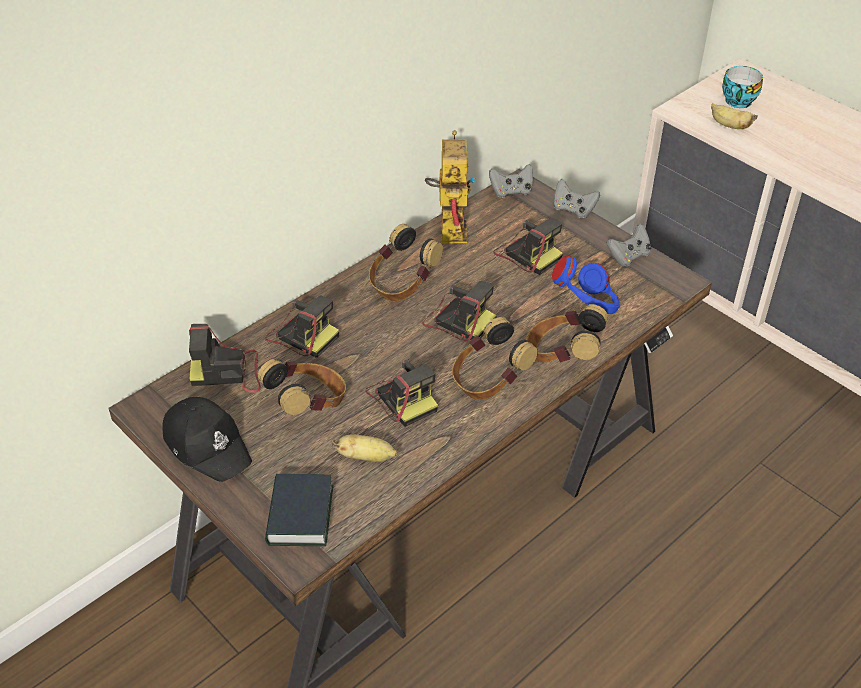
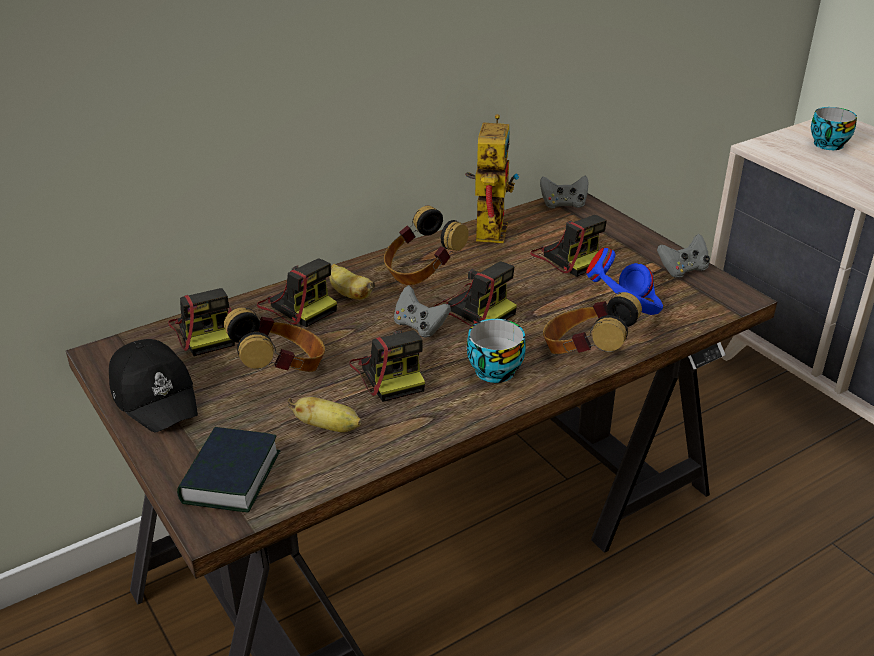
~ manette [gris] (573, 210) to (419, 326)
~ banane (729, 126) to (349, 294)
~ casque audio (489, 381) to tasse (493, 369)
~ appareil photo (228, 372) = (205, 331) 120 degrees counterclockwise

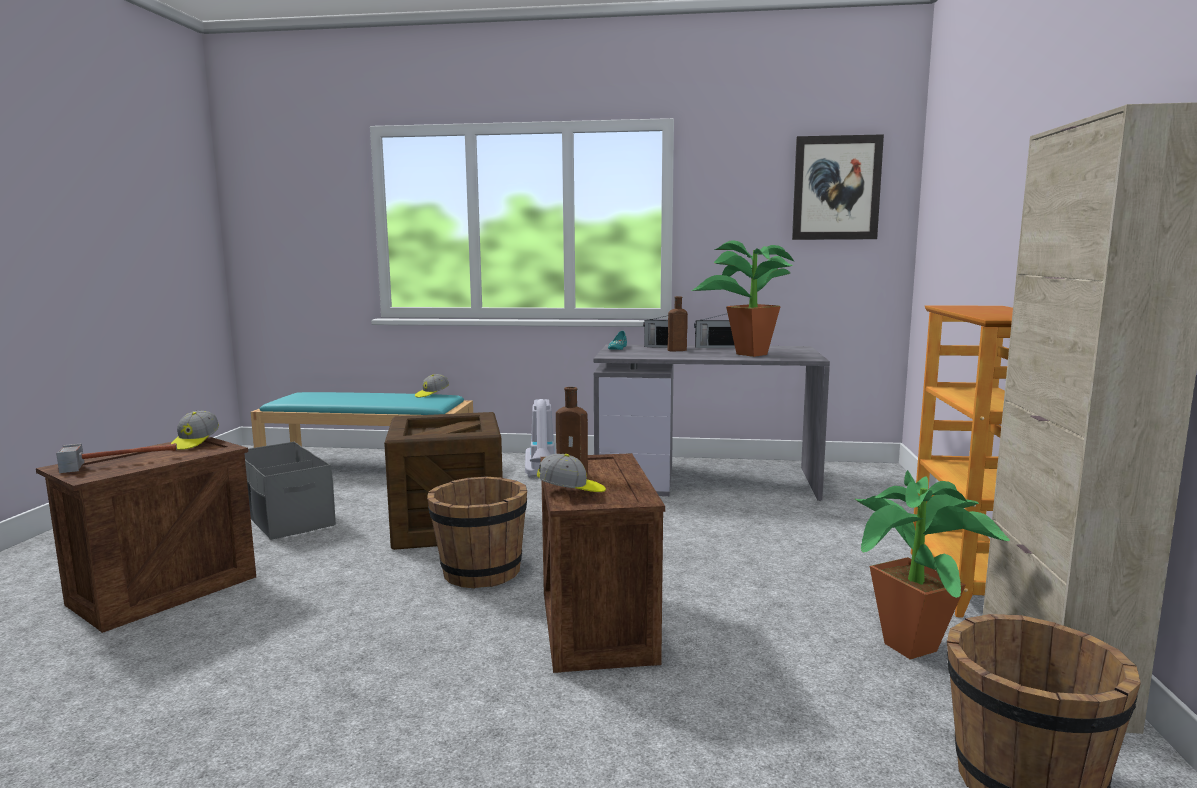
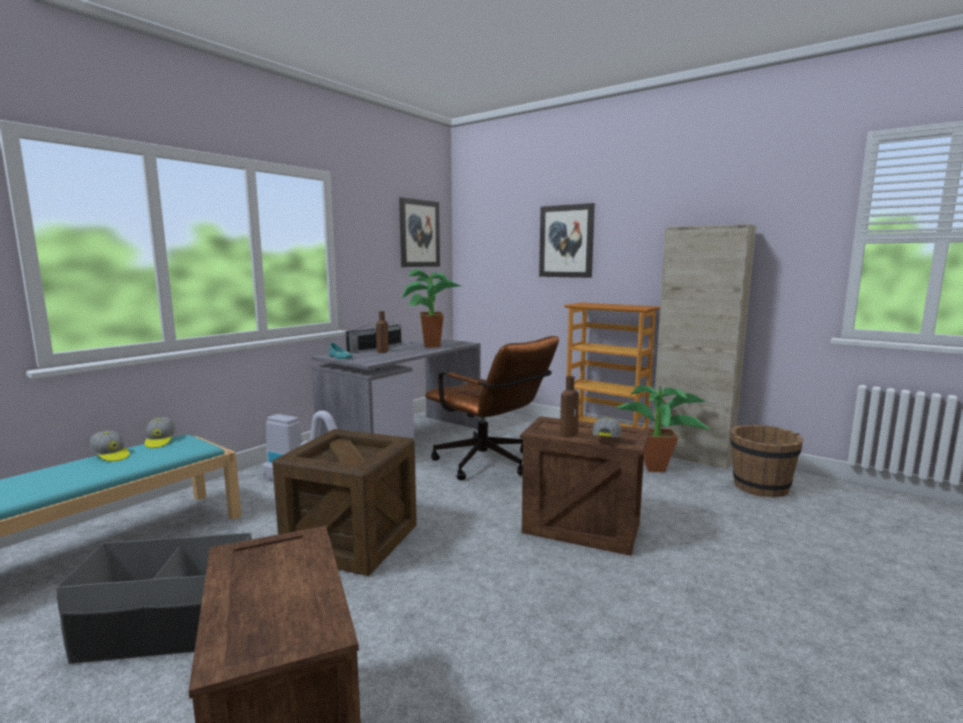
- marteau (122, 461)
- seau [marron] (480, 572)
+ chaise de bureau [marron] (490, 465)
+ tableau (566, 241)
~ casquette (195, 442) to (111, 455)

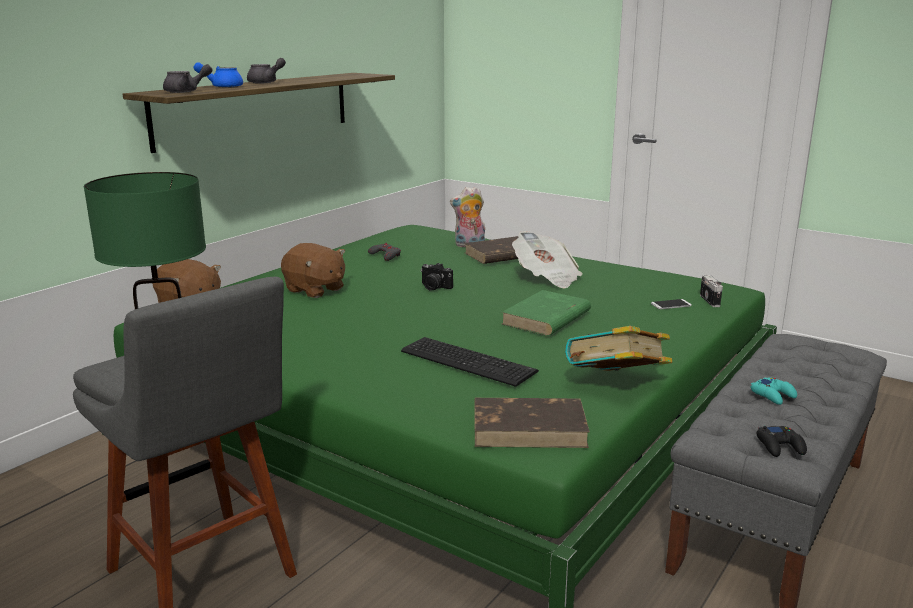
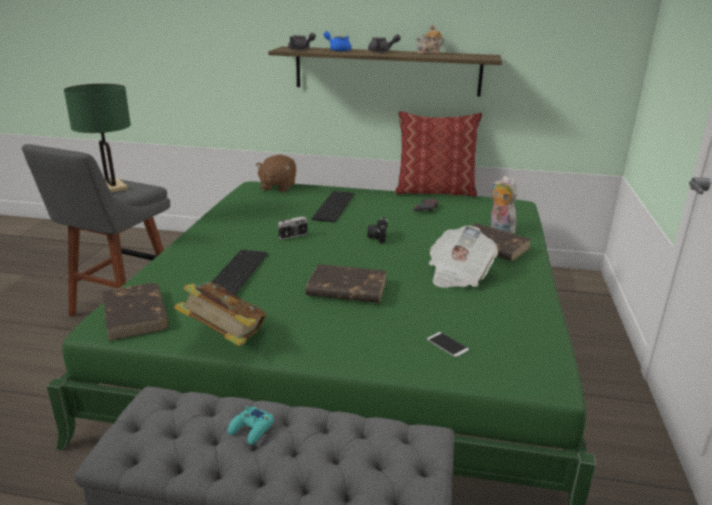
- manette [noir] (780, 446)
+ coussin (435, 191)
+ théière (429, 53)
~ appareil photo (711, 301) to (293, 236)
~ peluche [marron] (315, 290) to clavier (335, 206)
~ livre [vert] (546, 318) to livre [marron] (346, 288)

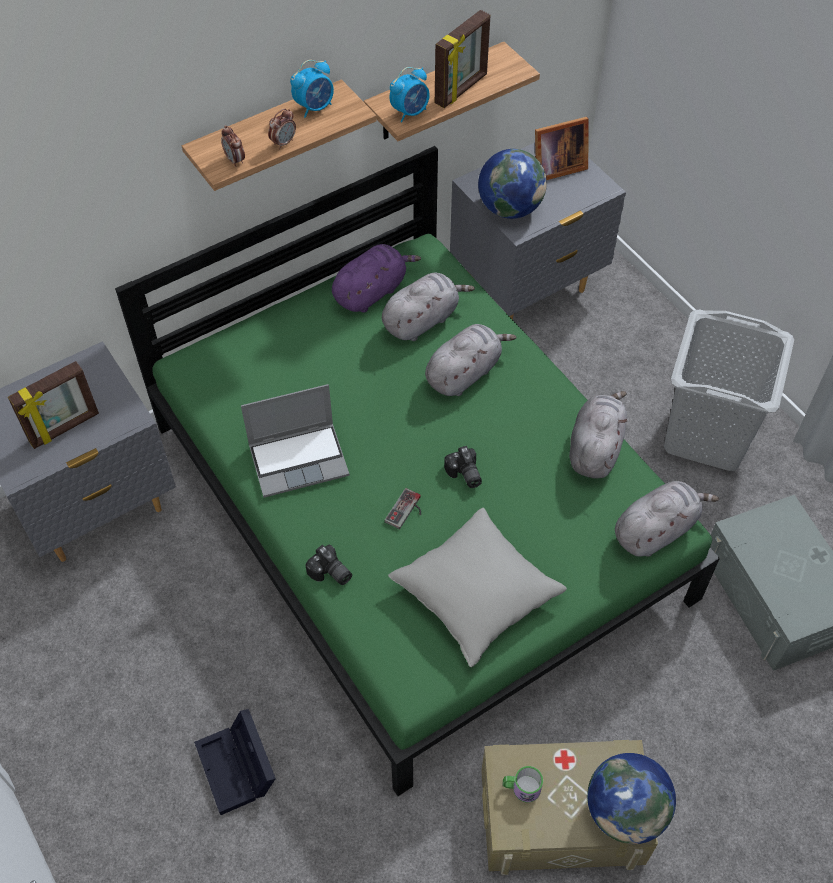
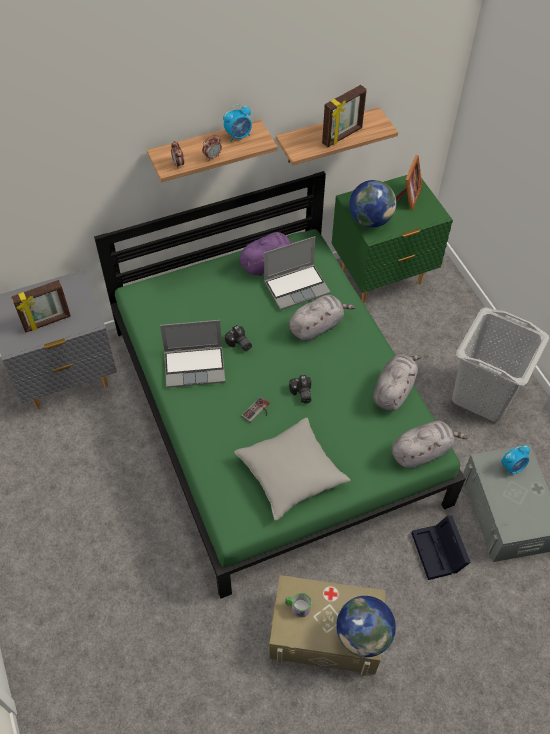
~ boîte de rangement [noir] (238, 769) to (439, 553)
~ appareil photo (330, 574) to (239, 344)
~ réveil (410, 112) to (512, 467)
~ peluche [gris] (422, 320) to ordinateur portable (297, 287)
~ table de chevet [gris] (527, 289) to table de chevet [vert] (382, 276)
~ cadre photo (555, 168) = (407, 197) 60 degrees counterclockwise

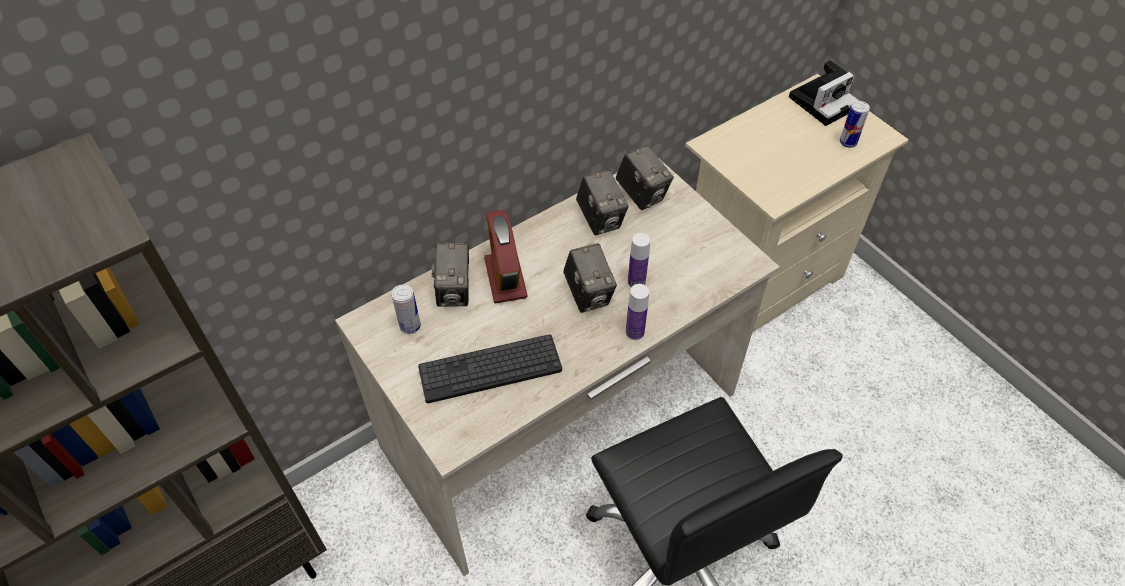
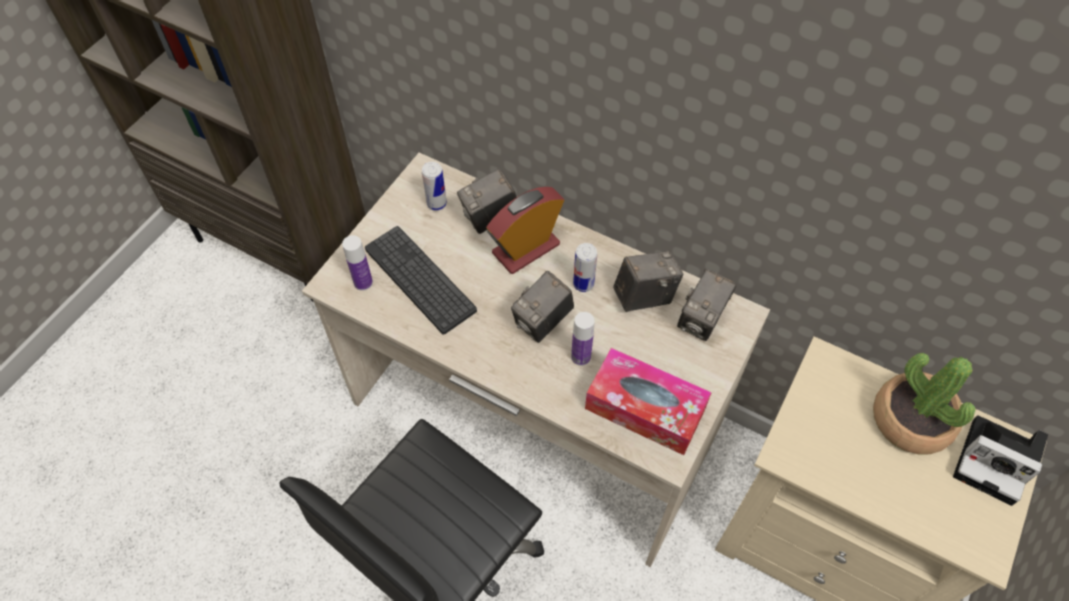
+ boîte à mouchoirs (645, 408)
+ plante en pot (910, 420)
~ bouteille (634, 332) to (363, 282)
~ boîte métallique (848, 142) to (583, 284)
~ appareil photo (600, 219) = (644, 296) 150 degrees counterclockwise

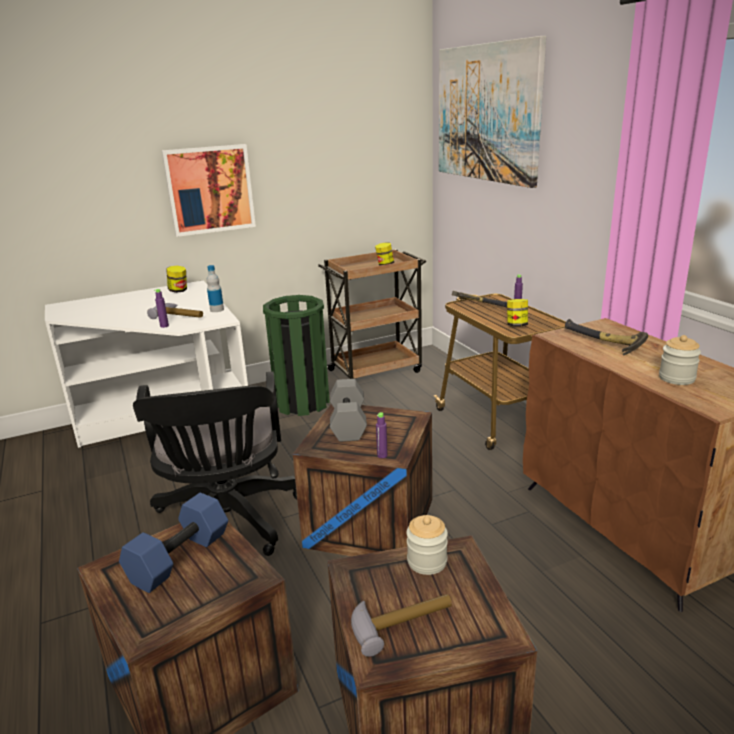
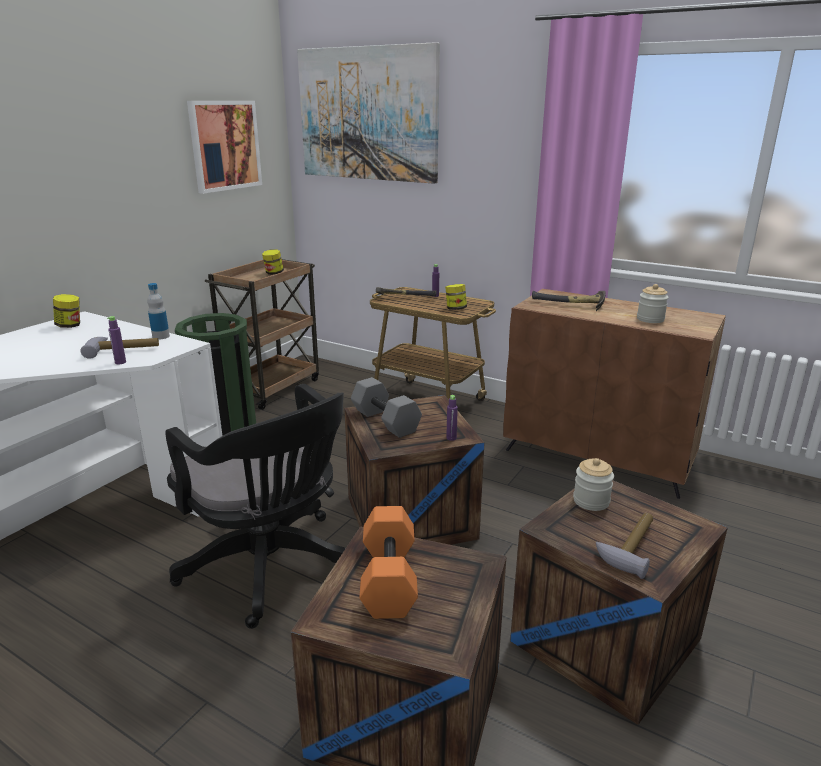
~ tableau (210, 189) to (225, 145)
~ haltère [bleu] (179, 556) to haltère [orange] (387, 578)

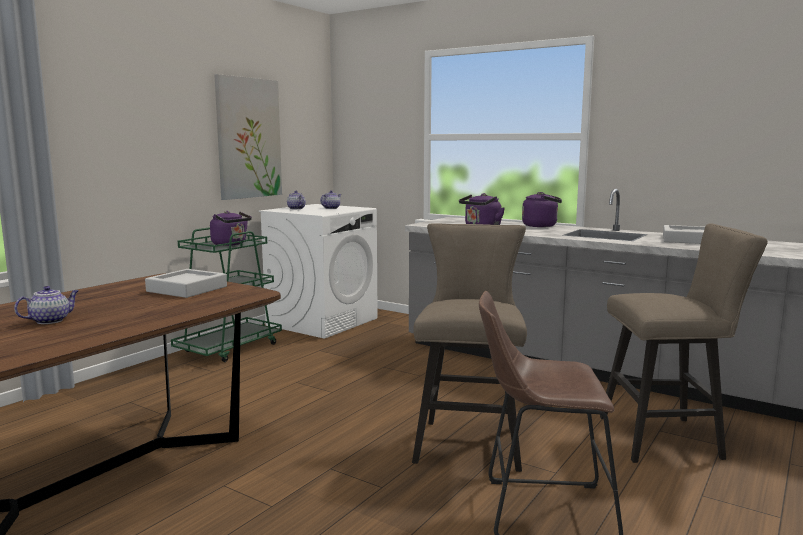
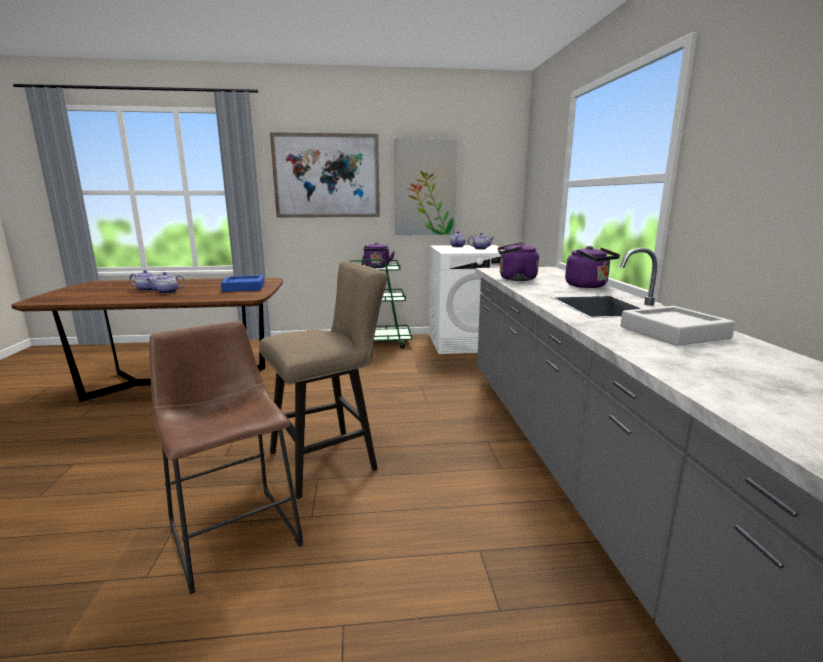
- tabouret [beige] (668, 438)
+ théière (167, 292)
+ tableau (326, 176)
~ plateau [gris] (187, 289) to plateau [bleu] (244, 287)

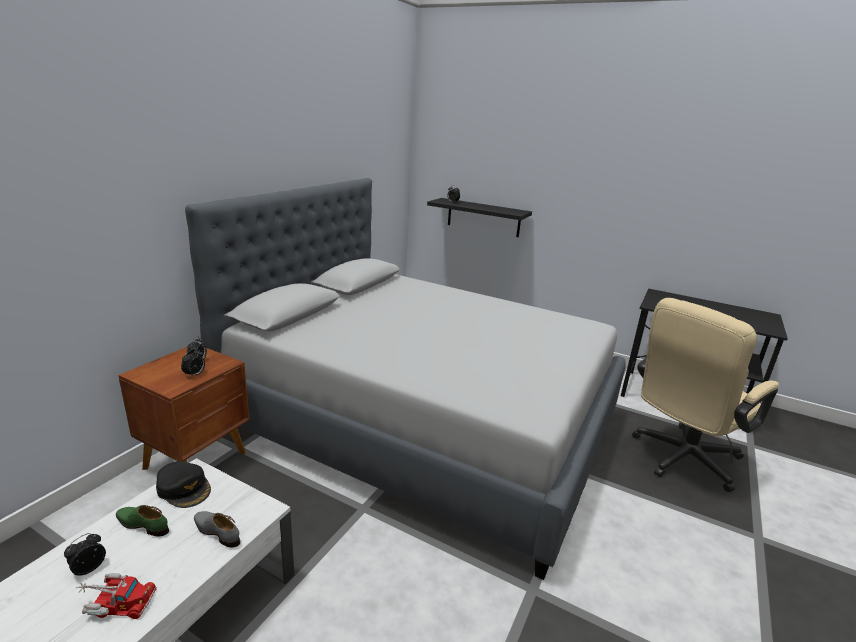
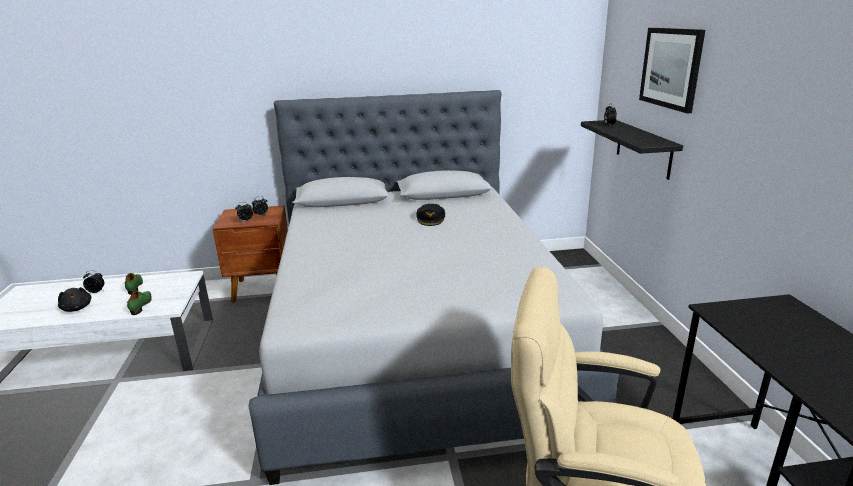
+ tableau (671, 68)
~ casquette [noir] (184, 488) to (431, 218)
~ camion jouet (116, 602) to peluche [noir] (77, 308)
~ chaussure [gris] (217, 532) to chaussure [vert] (142, 305)

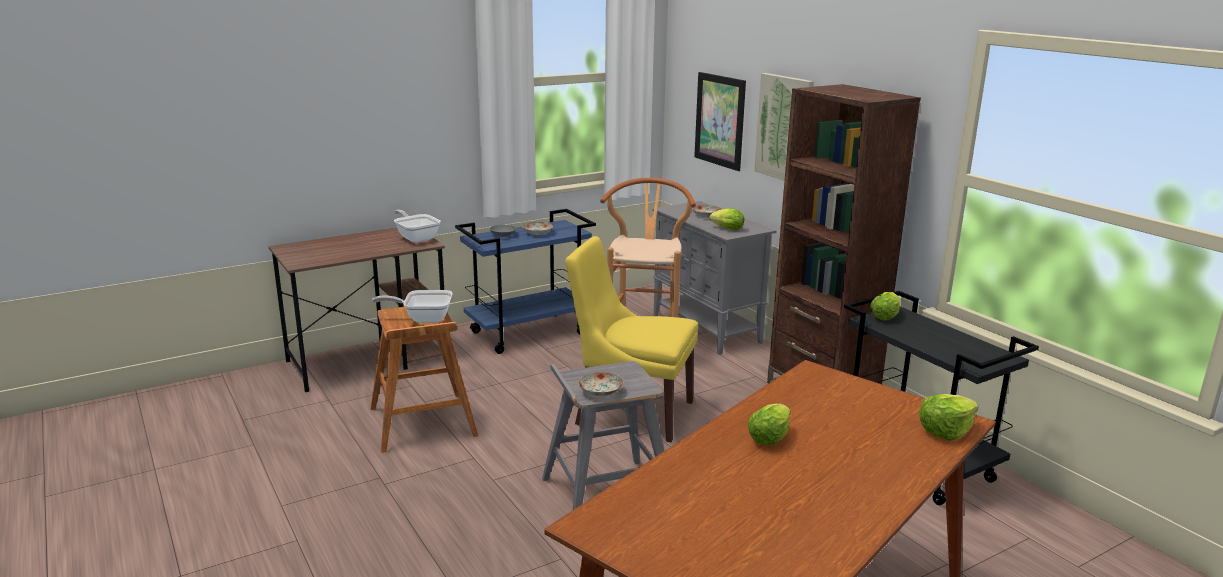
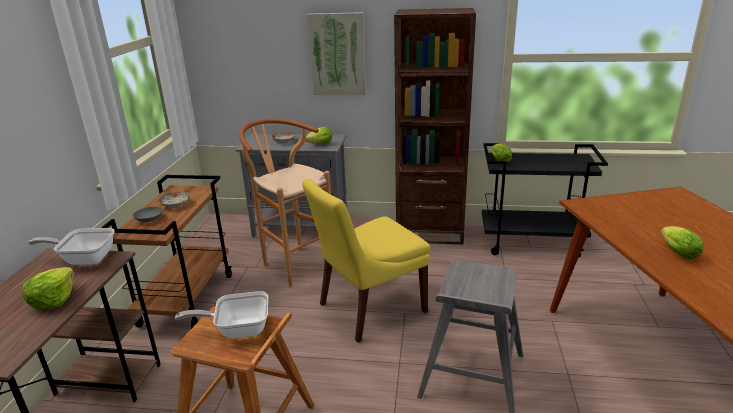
- assiette (600, 392)
- tableau (720, 120)
~ laitue (945, 431) to (53, 300)
~ chariot [bleu] (529, 333) to chariot [marron] (187, 299)
~ poêle (423, 319) = (238, 329) 45 degrees clockwise

